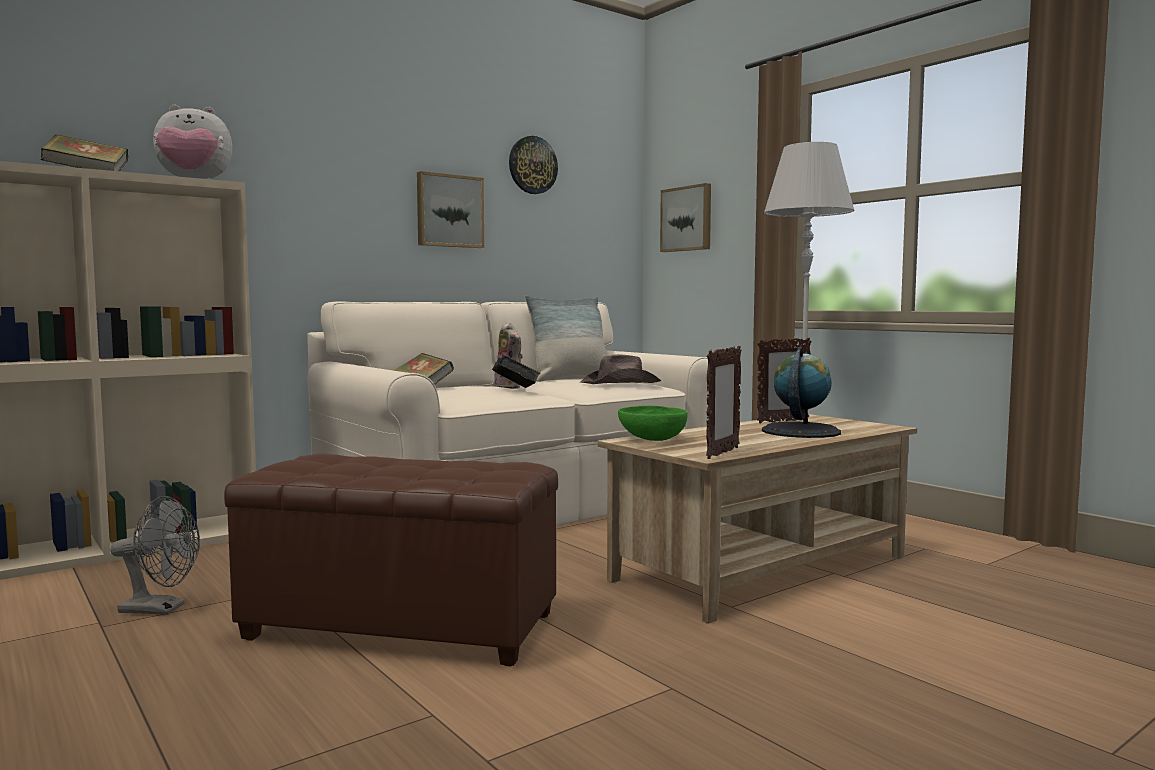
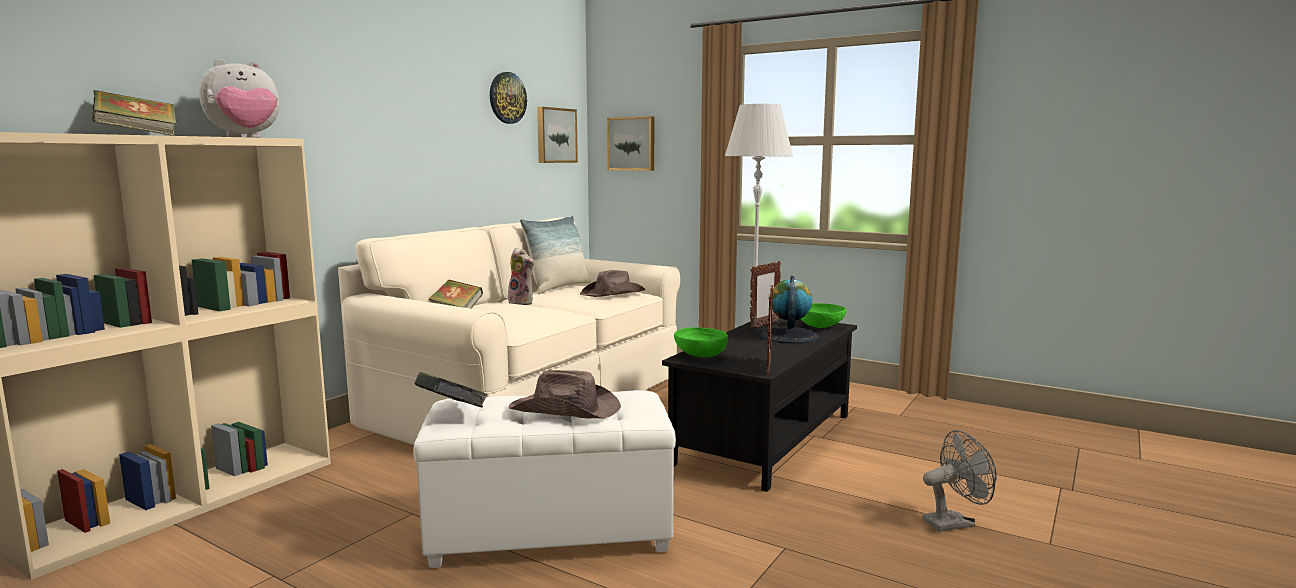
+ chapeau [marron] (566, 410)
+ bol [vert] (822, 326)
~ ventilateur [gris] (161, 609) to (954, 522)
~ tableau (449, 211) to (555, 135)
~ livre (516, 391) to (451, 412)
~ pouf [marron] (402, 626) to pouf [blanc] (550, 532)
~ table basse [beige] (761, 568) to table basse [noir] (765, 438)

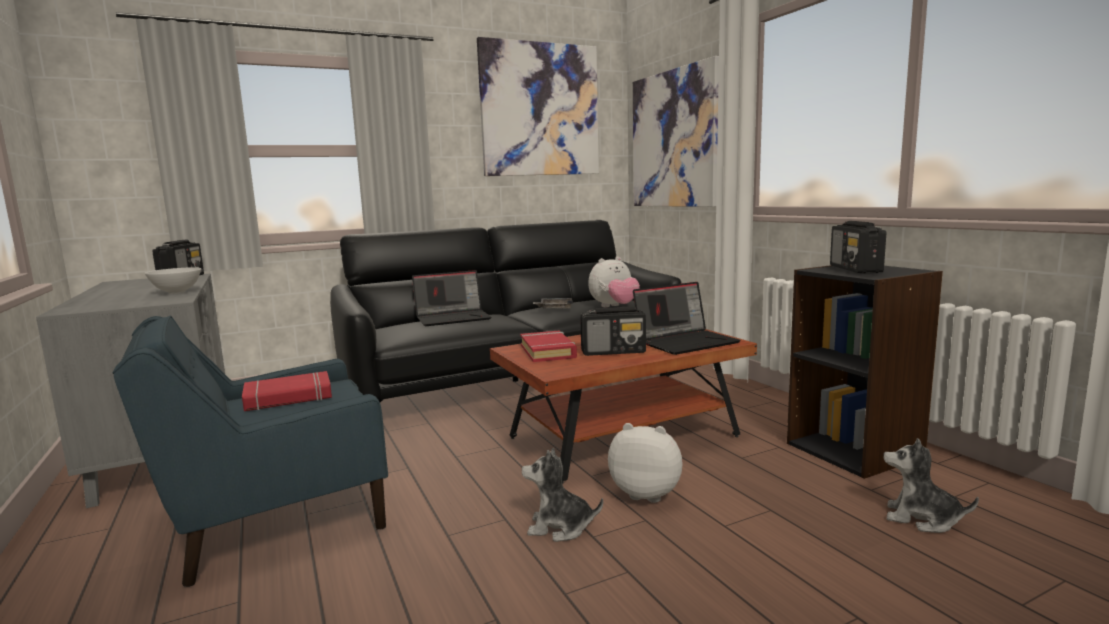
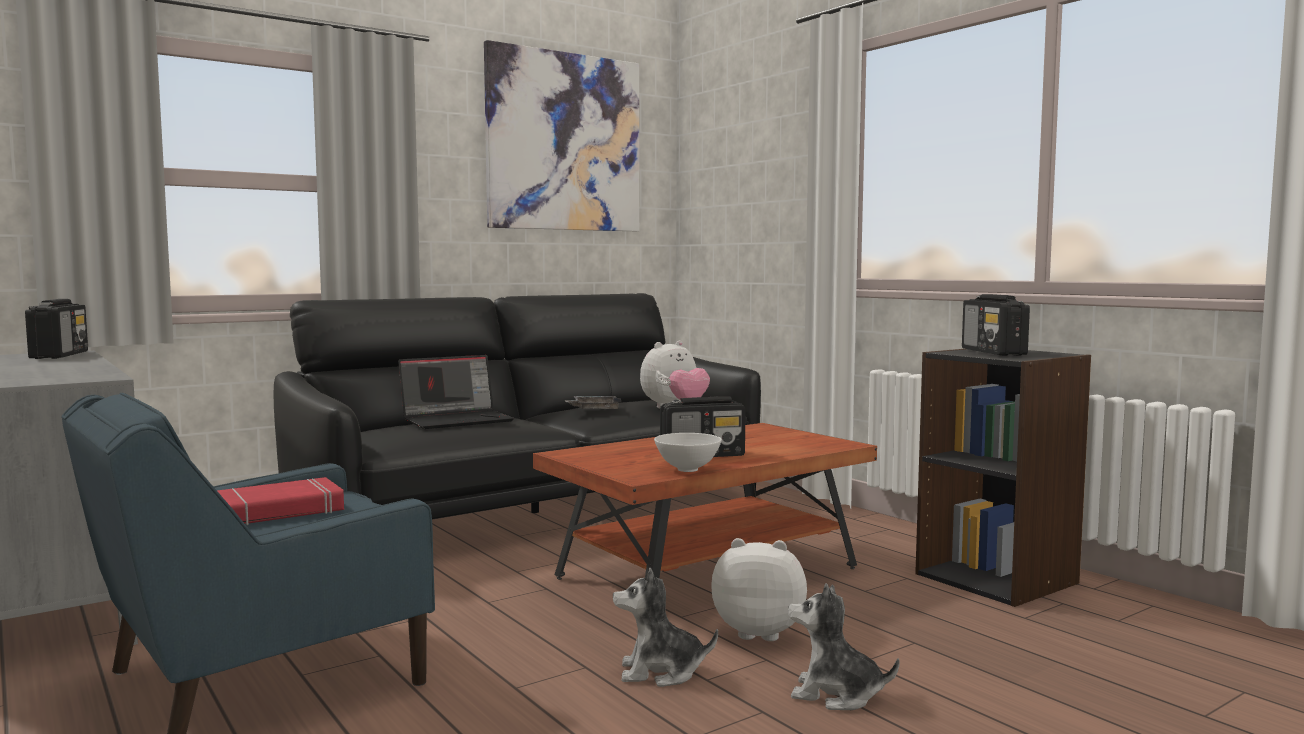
- livre [rouge] (548, 351)
- tableau (674, 139)
- ordinateur portable (686, 342)
~ bol [blanc] (176, 292) to (687, 469)
~ peluche (921, 519) to (836, 695)

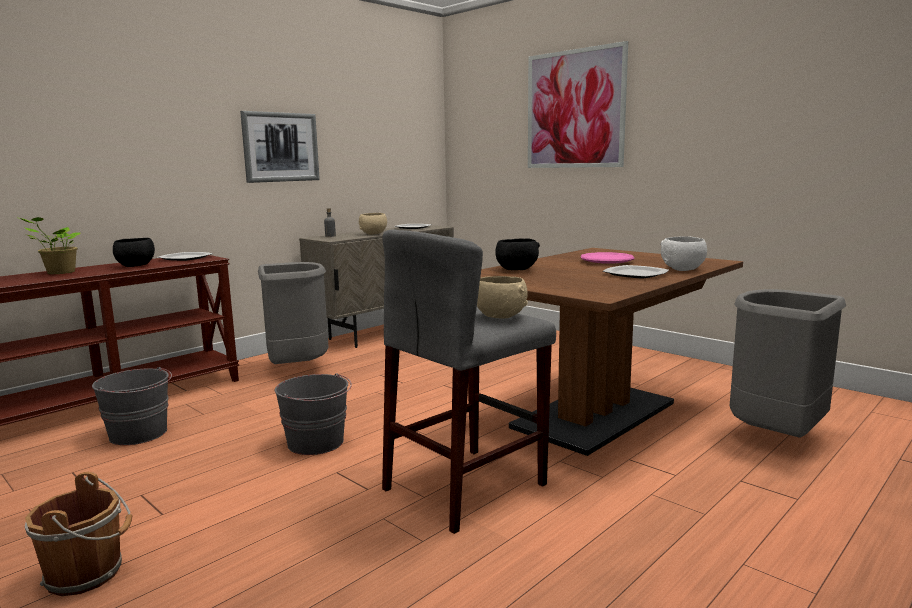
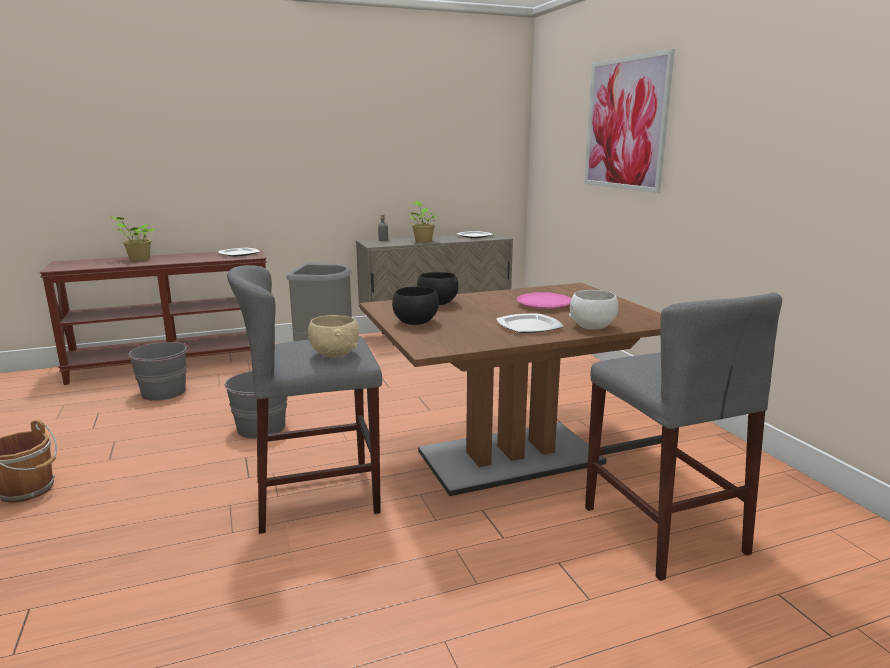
- tableau (281, 147)
~ bol [noir] (135, 266) to (415, 322)
~ bol [beige] (373, 234) to plante en pot (423, 241)
~ poubelle [gris] (775, 438) to tabouret [gris] (662, 529)

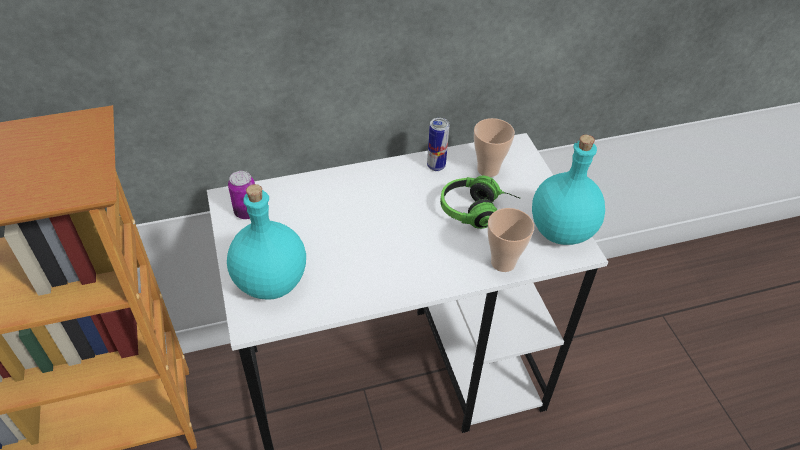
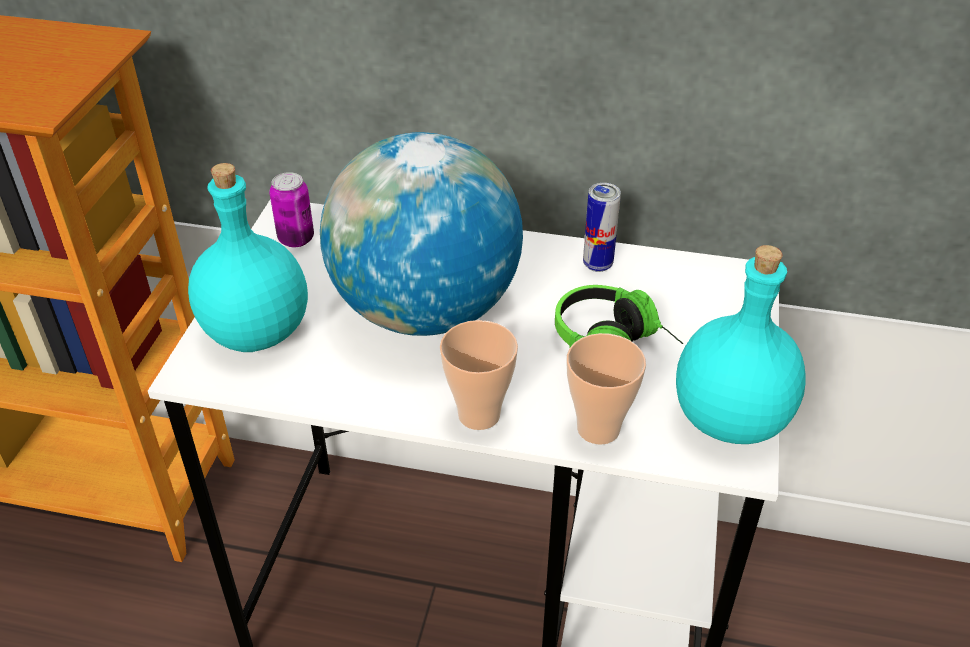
+ globe (425, 310)
~ tasse (488, 169) to (479, 414)

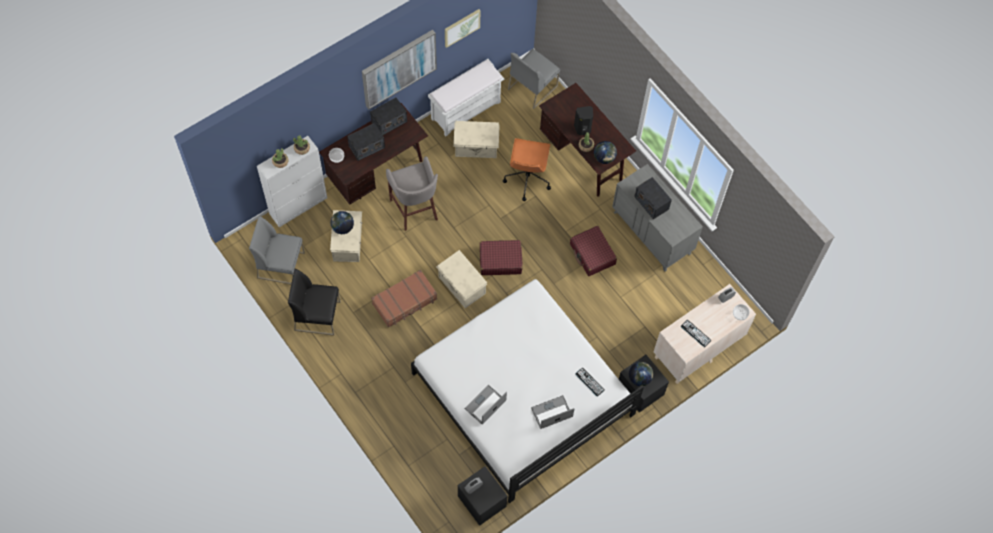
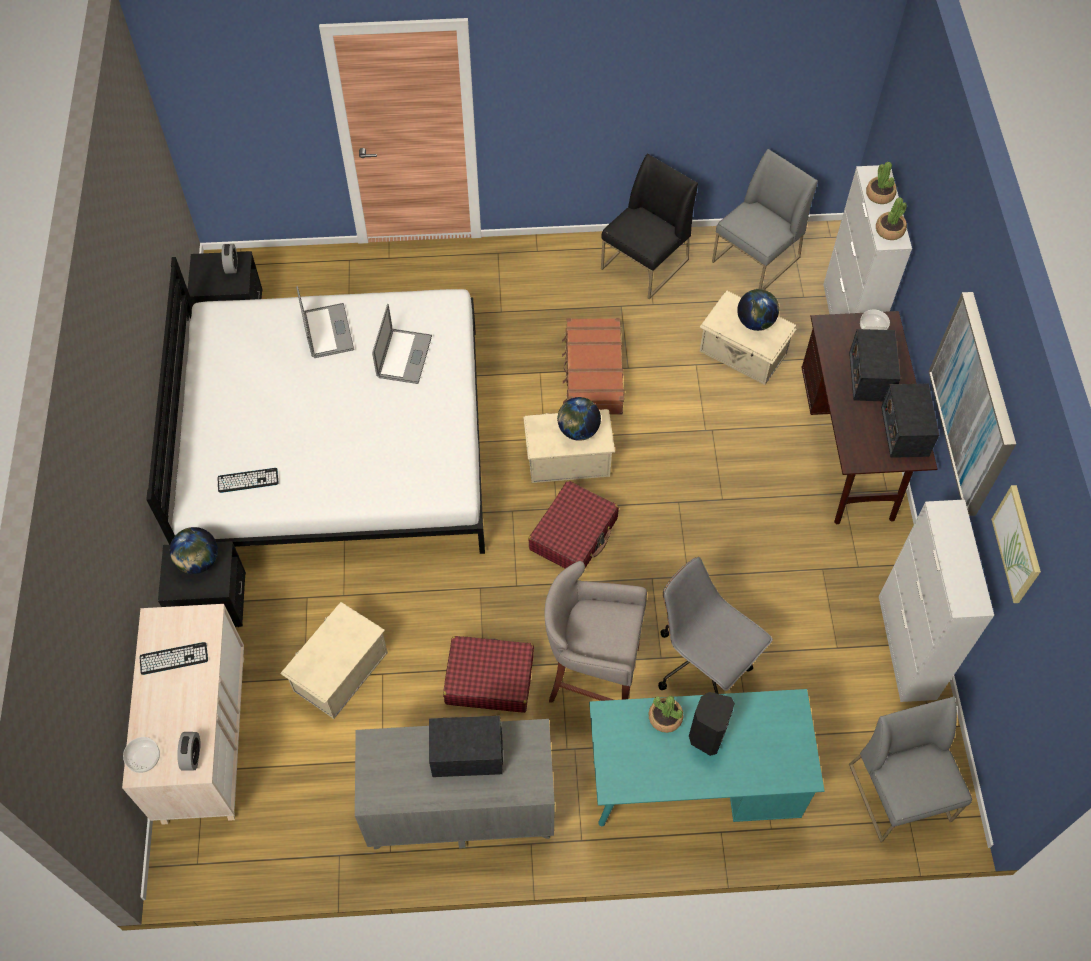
~ tabouret [gris] (415, 210) to (591, 676)
~ boîte de rangement [beige] (476, 147) to (339, 671)
~ ordinateur portable (551, 412) to (404, 356)
~ globe (604, 158) to (578, 430)
~ banc [blanc] (466, 110) to meuble de rangement [blanc] (906, 647)
~ chaise de bureau [orange] (527, 178) to chaise de bureau [gris] (703, 664)
~ bureau [marron] (583, 157) to bureau [turquoise] (692, 787)

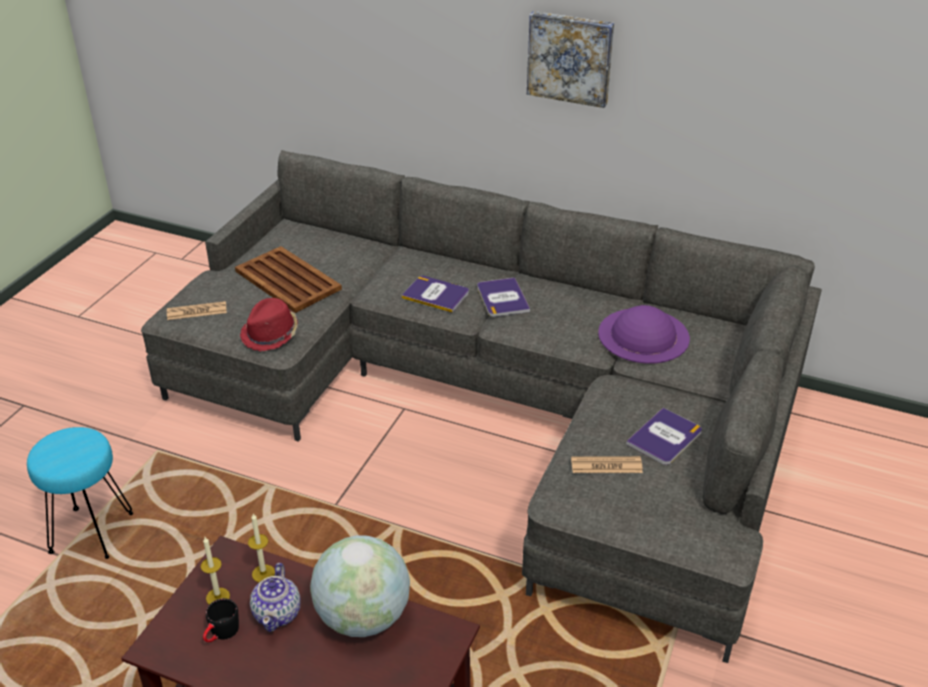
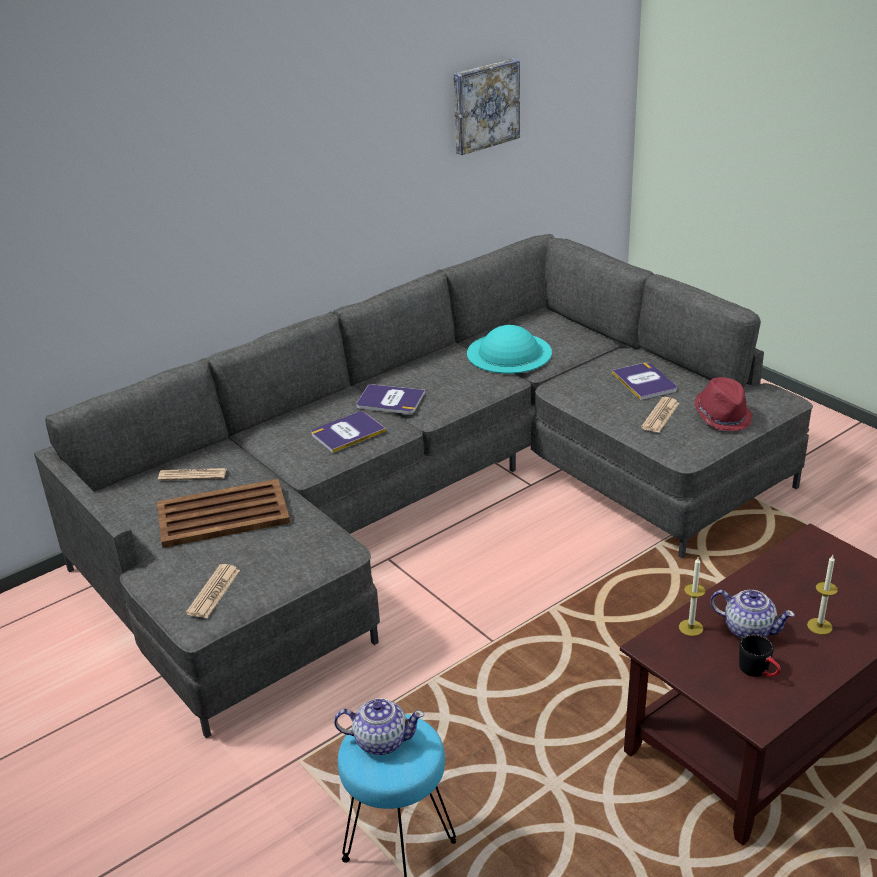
- globe (363, 617)
+ journal (192, 475)
+ théière (380, 740)
~ bougie (218, 597) to (819, 626)
~ chapeau [rouge] (271, 334) to (722, 416)
~ tableau (570, 58) to (484, 105)
~ chapeau [violet] (643, 335) to chapeau [turquoise] (509, 353)

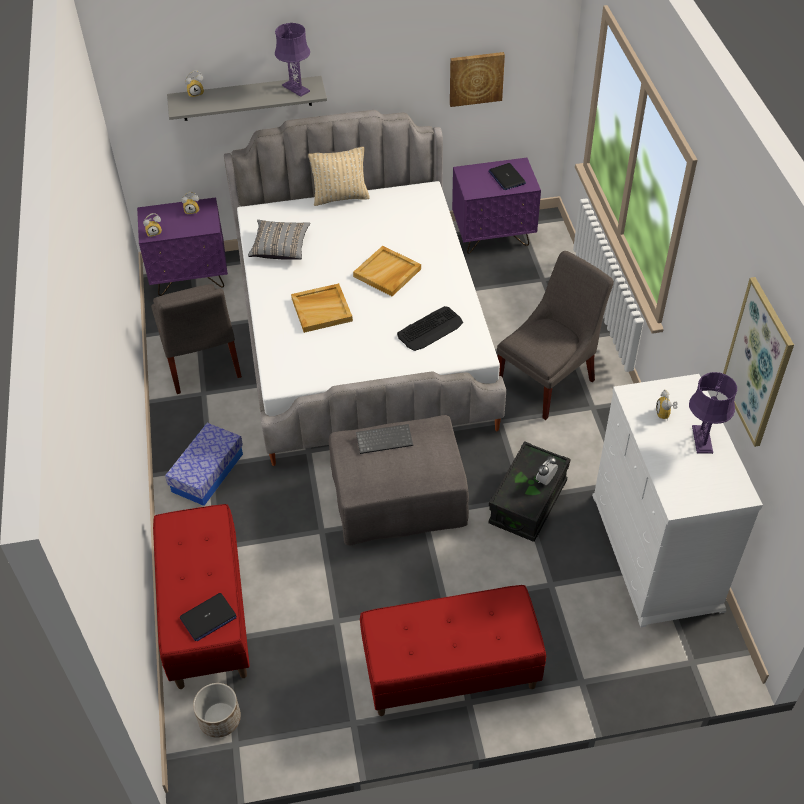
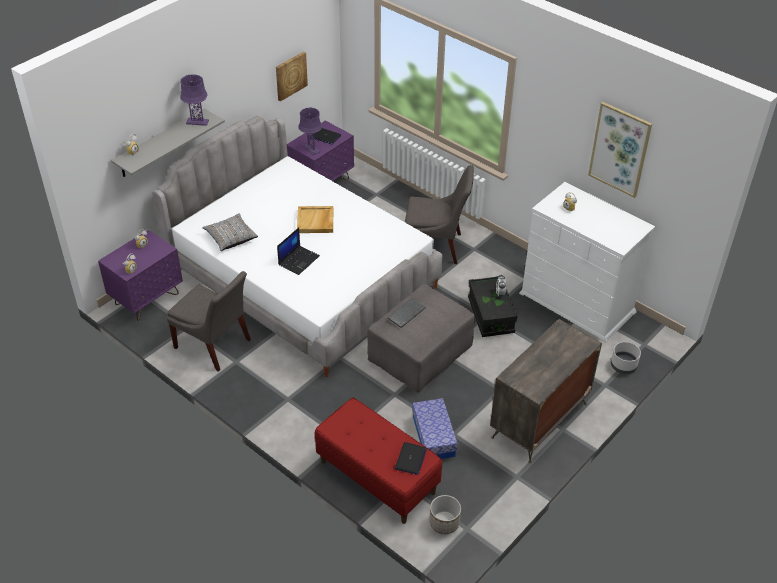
- coussin [beige] (340, 197)
- clavier (430, 329)
+ cache-pot [gris] (623, 366)
~ boîte de rangement (207, 473) to (433, 436)
~ lampe de table [violet] (702, 439) to (311, 149)
~ plateau [beige] (322, 309) to ordinateur portable (298, 260)
~ banc [rouge] (450, 671) to commode (538, 420)
~ chaise [gris] (549, 380) = (436, 247) 90 degrees clockwise

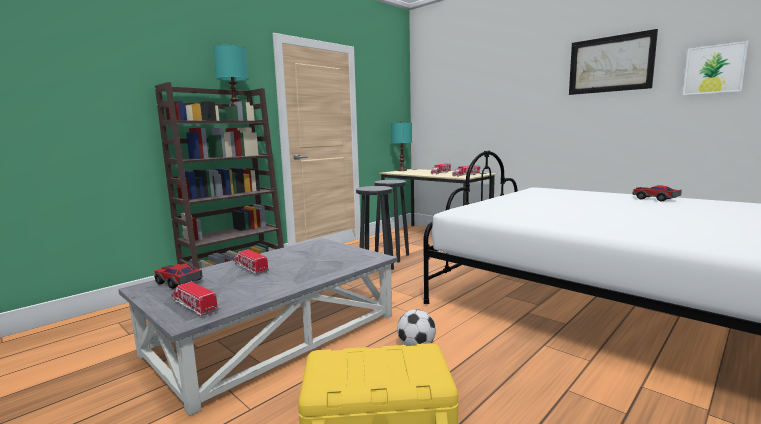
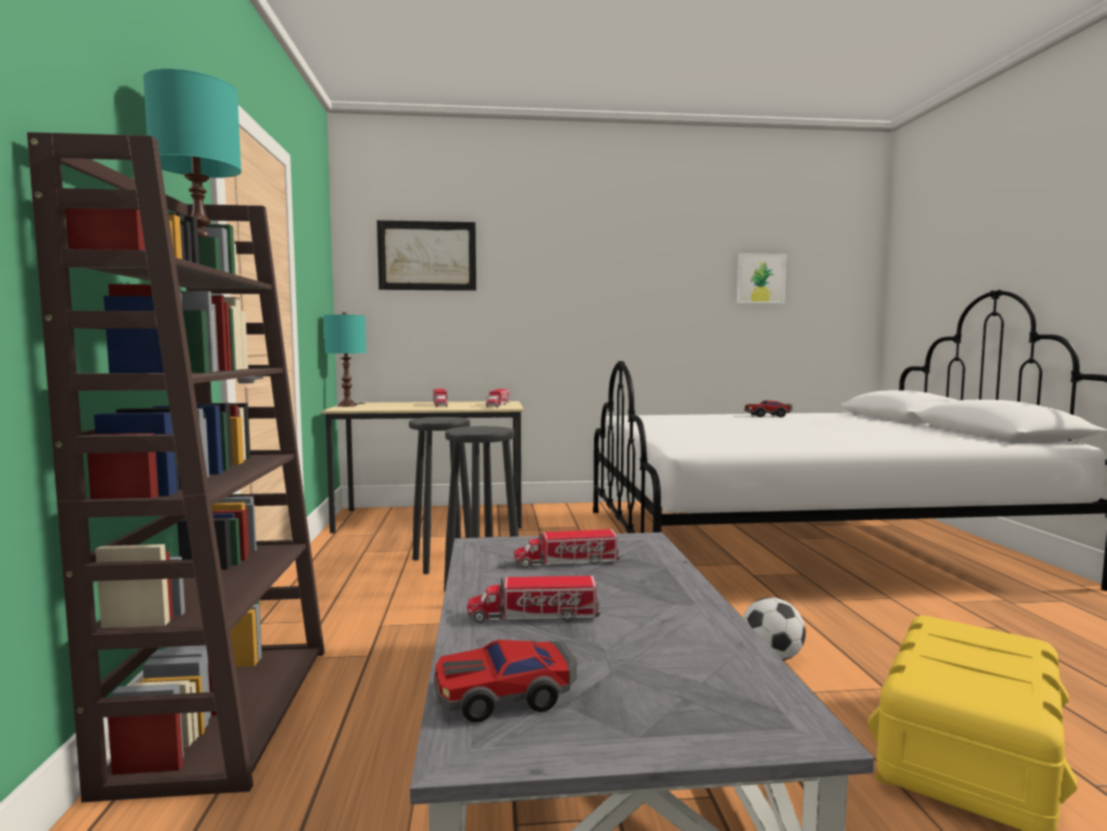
~ camion jouet (194, 306) to (566, 562)
~ tableau (610, 64) to (427, 256)

